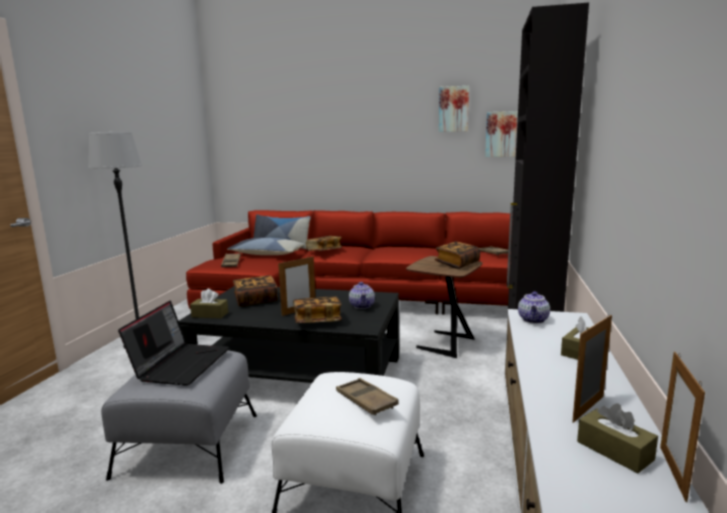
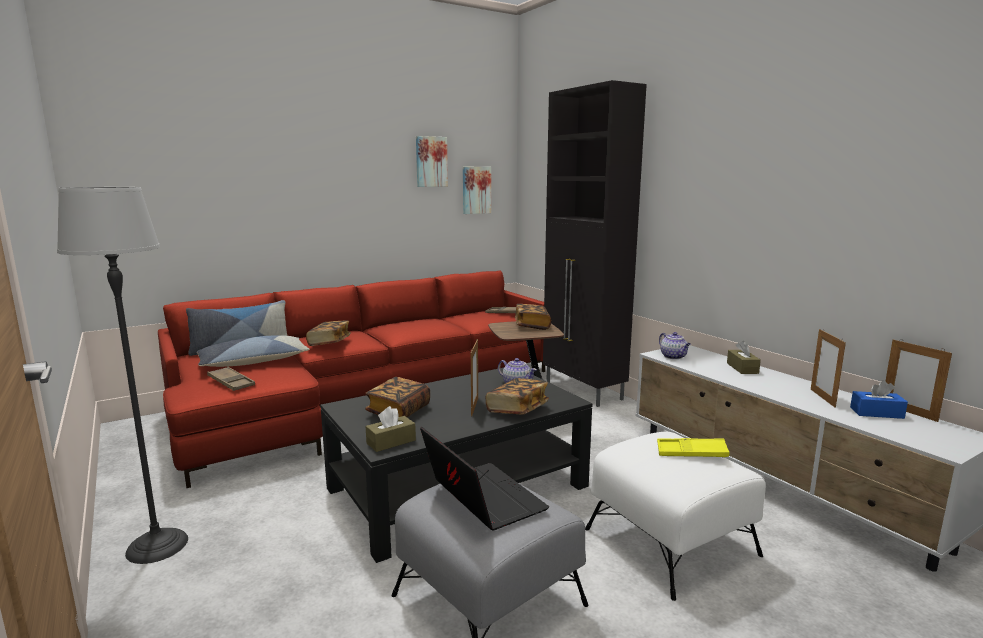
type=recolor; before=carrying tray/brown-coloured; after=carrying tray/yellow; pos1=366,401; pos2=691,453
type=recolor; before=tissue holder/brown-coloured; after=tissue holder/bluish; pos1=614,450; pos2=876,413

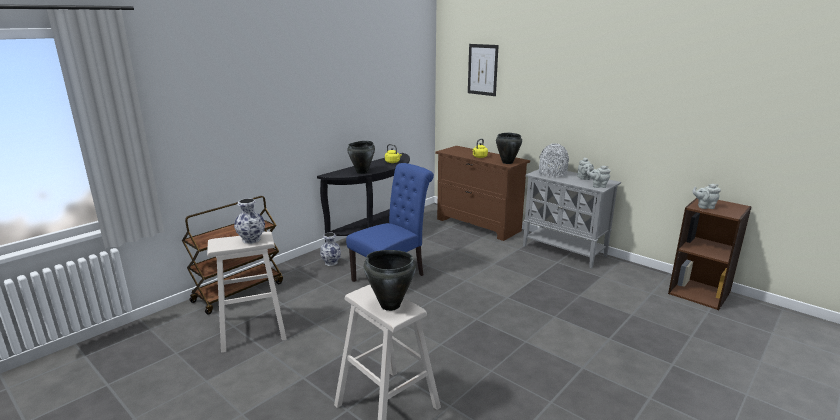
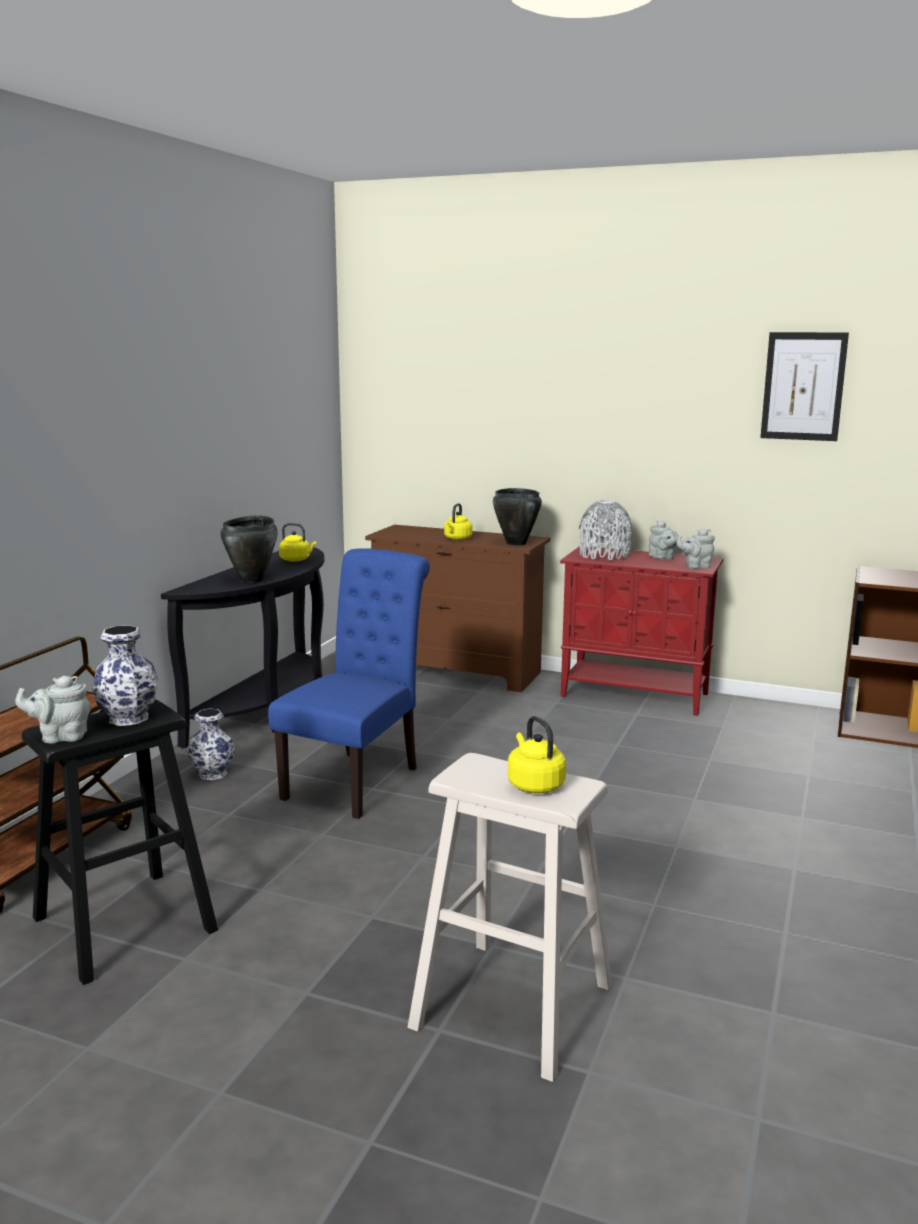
type=move; before=teapot/grey; pos1=704,207; pos2=61,737
type=recolor; before=sitting stool/beige; after=sitting stool/black-coloured; pos1=253,328; pos2=125,924
type=replace; before=cooking pot/black-coloured; after=water kettle/yellow; pos1=390,305; pos2=534,784
type=recolor; before=storage cabinet/grey; after=storage cabinet/red; pos1=564,251; pos2=636,695
type=move; before=wall art; pos1=482,69; pos2=803,386

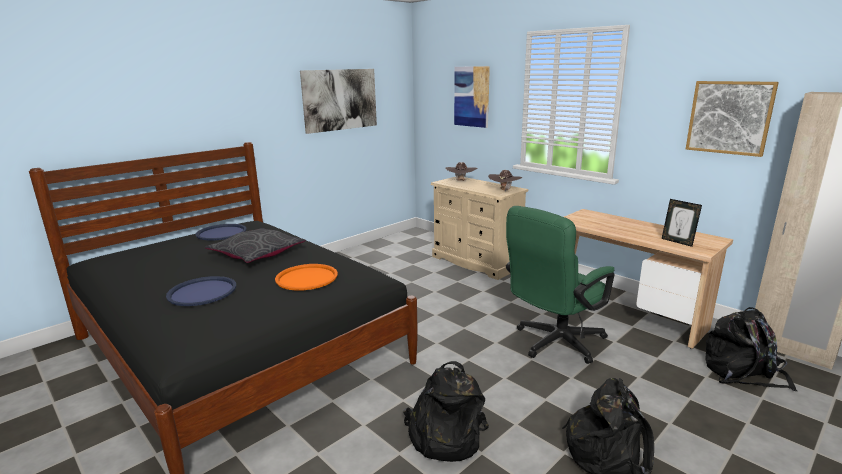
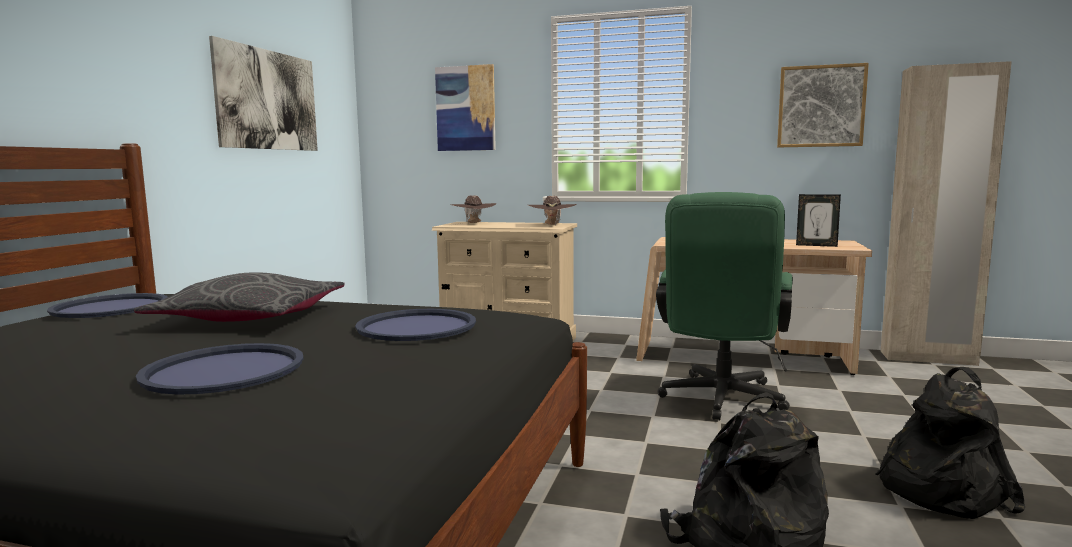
type=recolor; before=carrying tray/orange; after=carrying tray/bluish; pos1=306,278; pos2=416,327
type=delete; before=rucksack/black-coloured; pos1=743,372

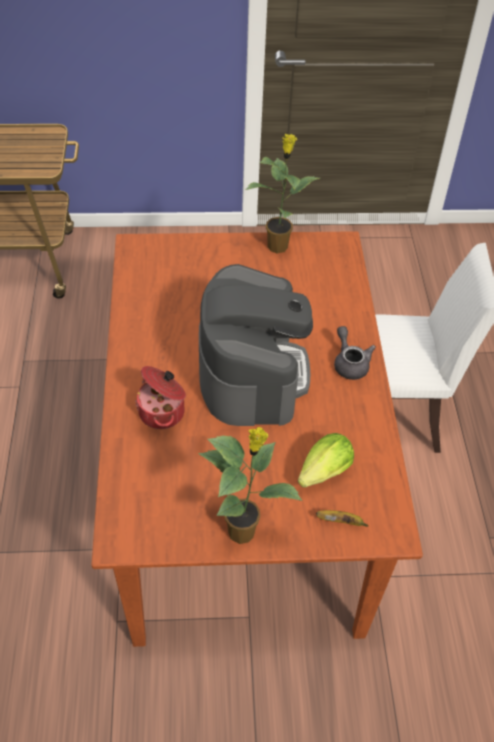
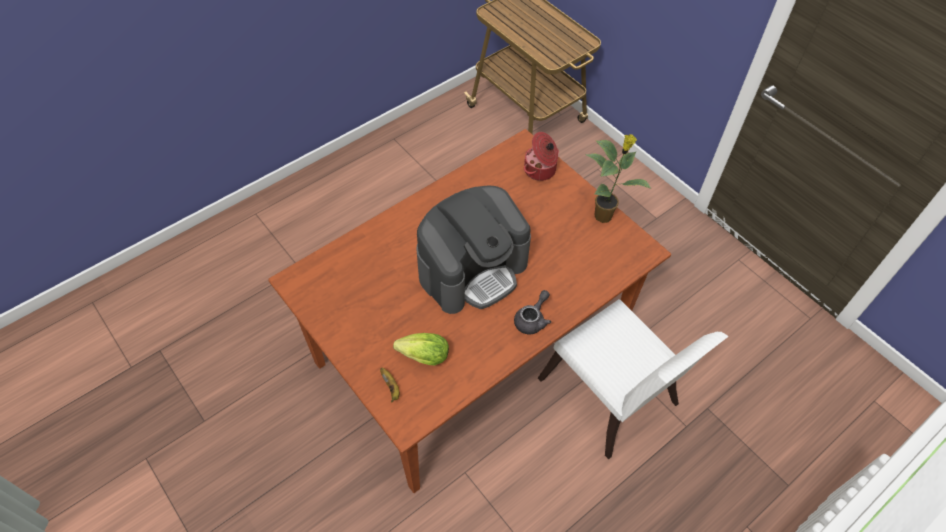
type=move; before=cooking pot; pos1=163,412; pos2=540,170
type=delete; before=potted plant; pos1=243,531

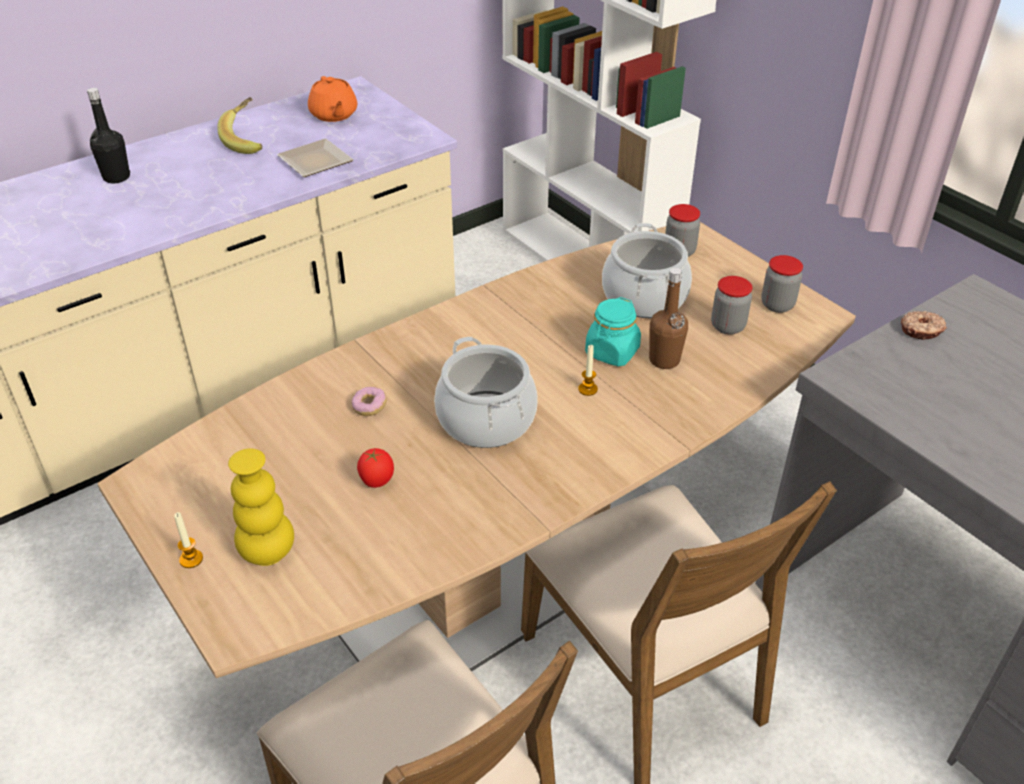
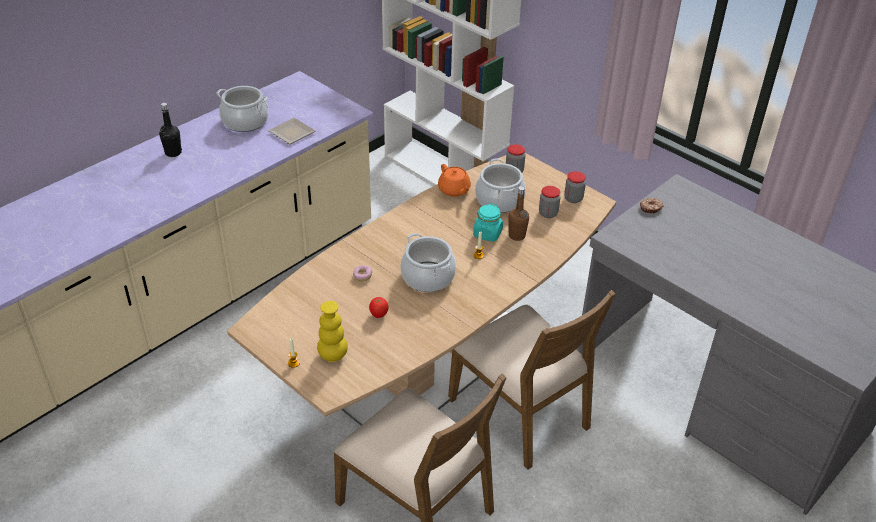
type=replace; before=whole banana; after=cooking pot; pos1=248,140; pos2=245,121
type=move; before=teapot/orange; pos1=333,115; pos2=454,190

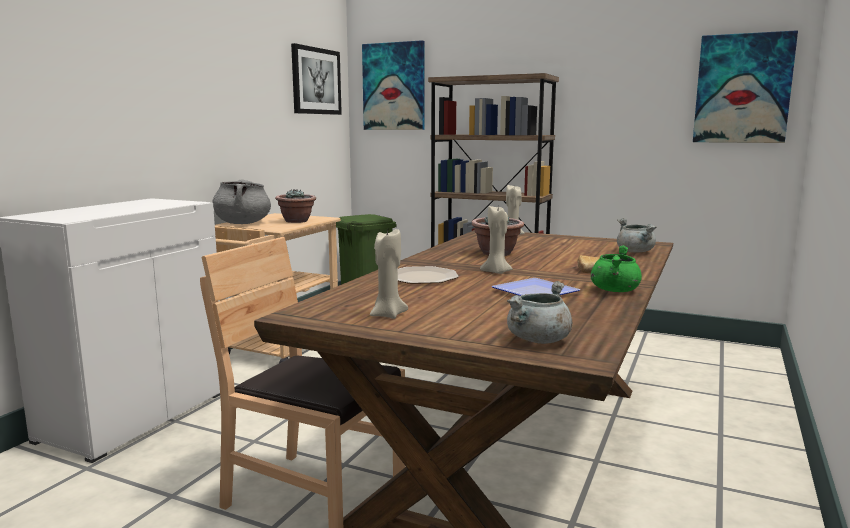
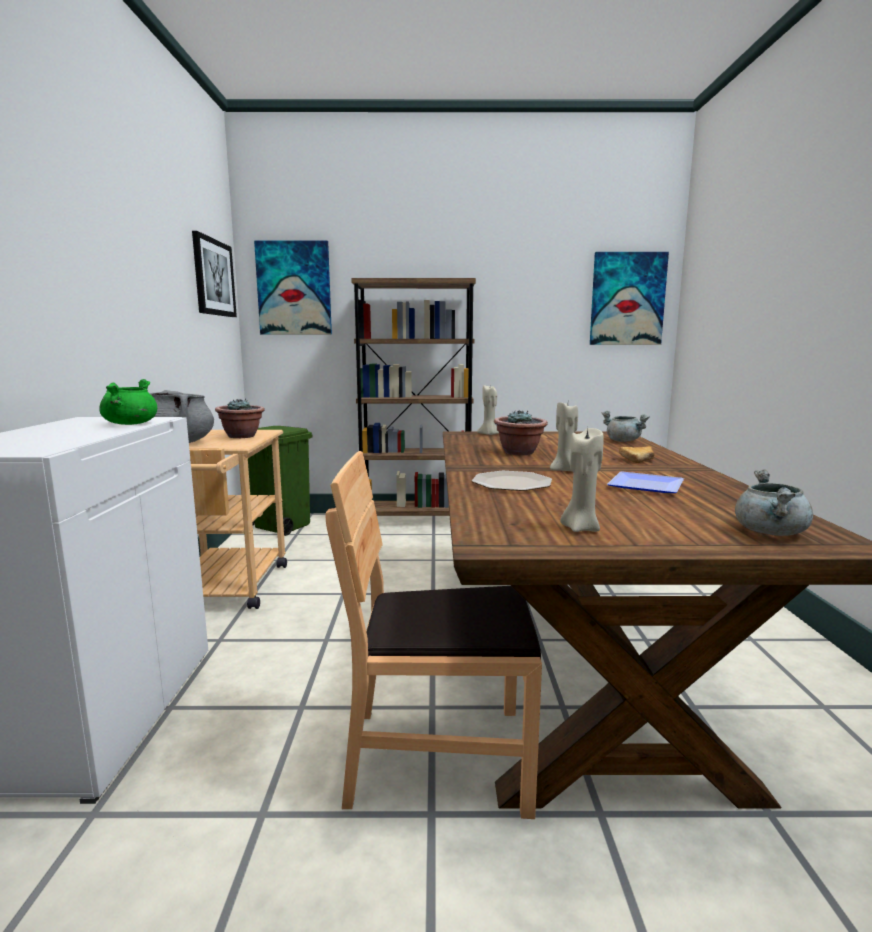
type=move; before=cooking pot/greenish; pos1=614,290; pos2=130,423

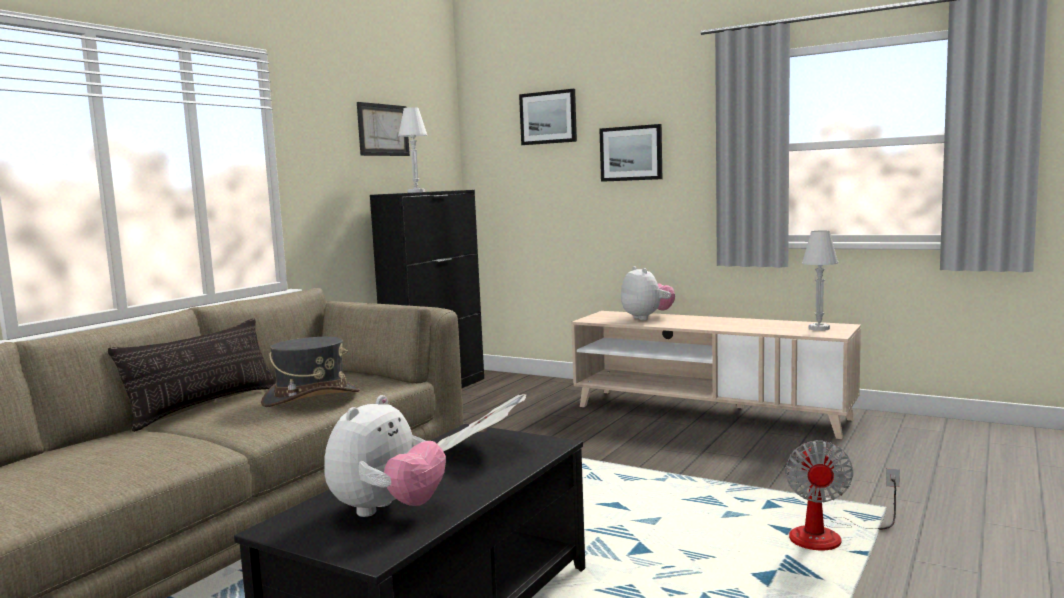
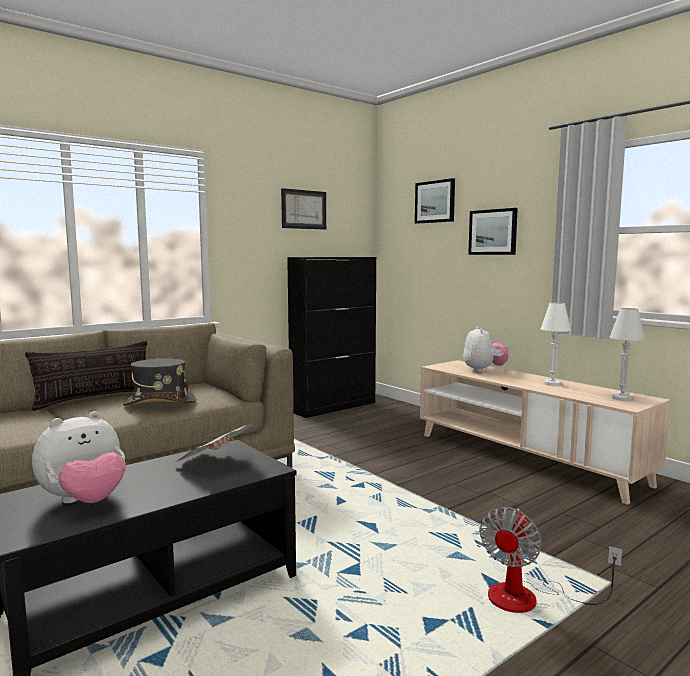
type=move; before=tabletop lamp/white-coloured; pos1=416,192; pos2=552,384

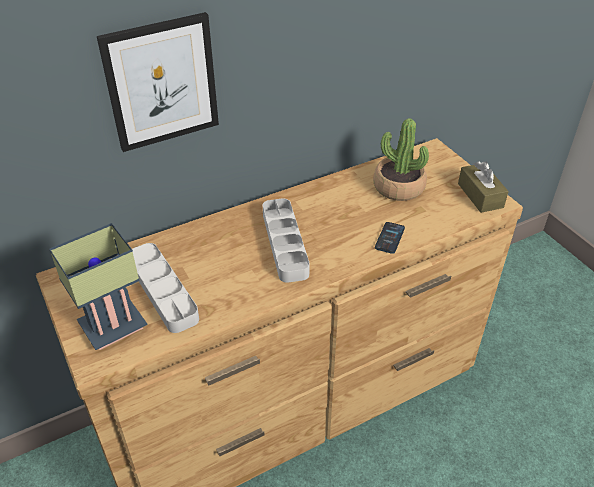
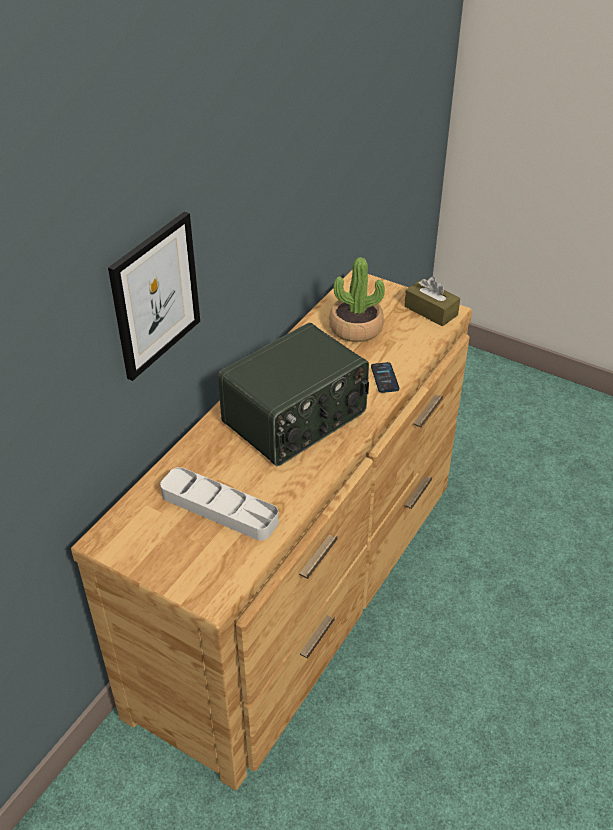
type=replace; before=carrying tray/grey; after=radio receiver; pos1=285,243; pos2=296,419
type=delete; before=tabletop lamp; pos1=114,323

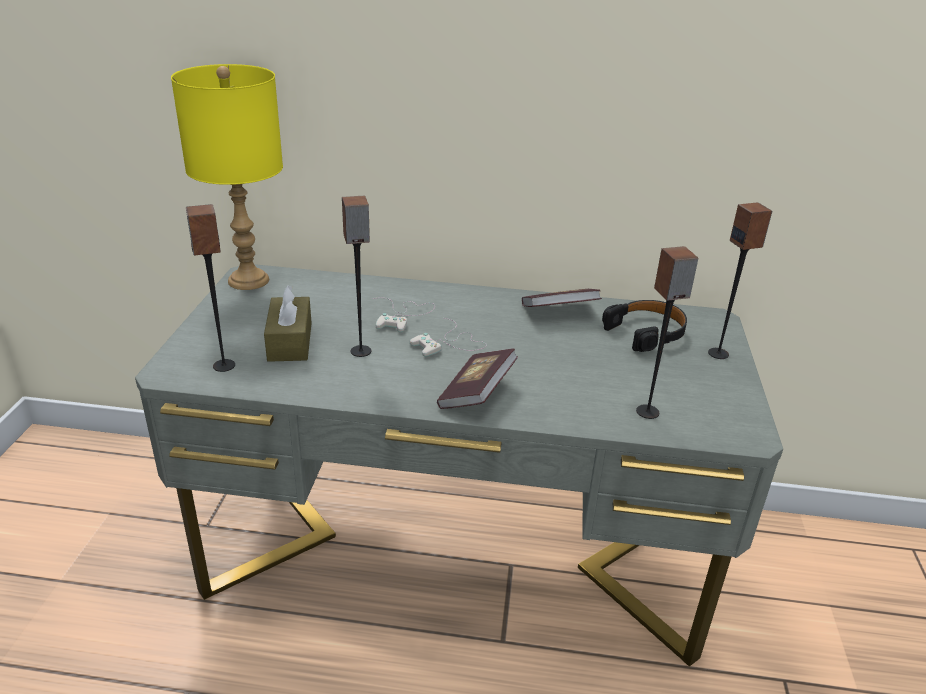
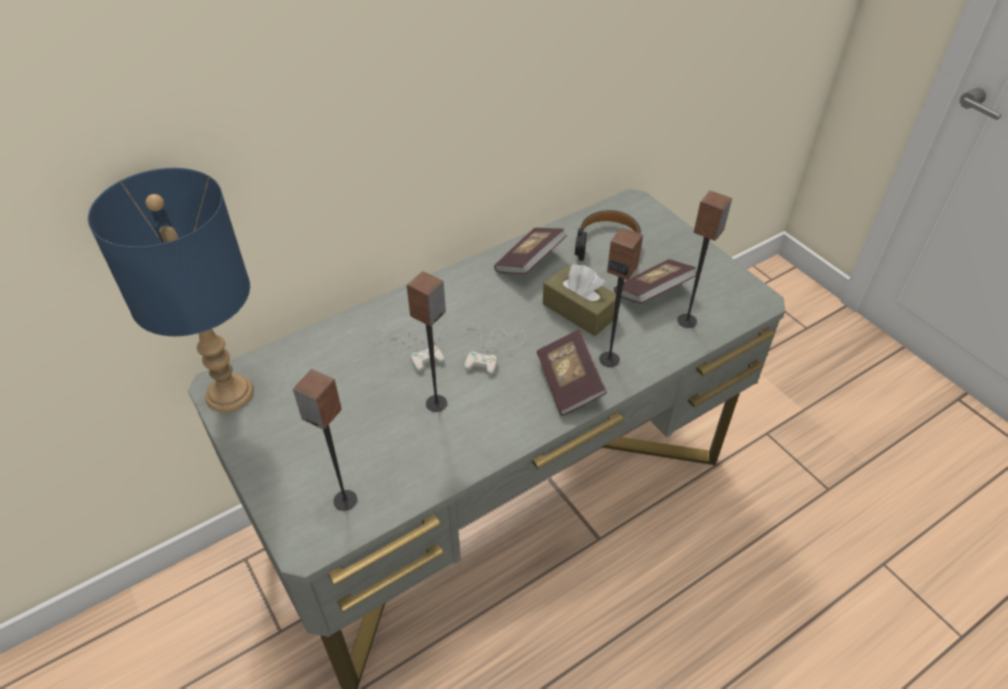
type=recolor; before=tabletop lamp/yellow; after=tabletop lamp/bluish; pos1=248,280; pos2=228,393
type=move; before=tissue holder/brown-coloured; pos1=290,341; pos2=579,310
type=move; before=audio speaker; pos1=718,353; pos2=609,359
type=insert; after=volume; pos2=652,292

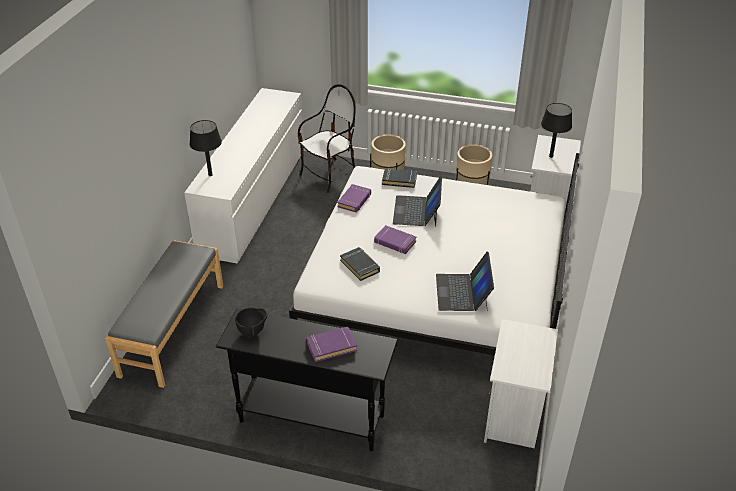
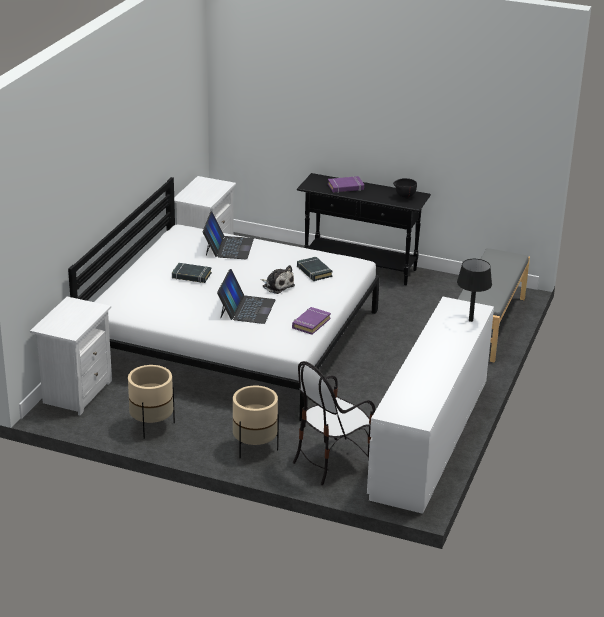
type=move; before=volume/black-coloured; pos1=399,180; pos2=191,276
type=replace; before=volume/purple-coloured; after=plush toy; pos1=395,242; pos2=277,286
type=delete; before=tabletop lamp/black-coloured; pos1=551,156

